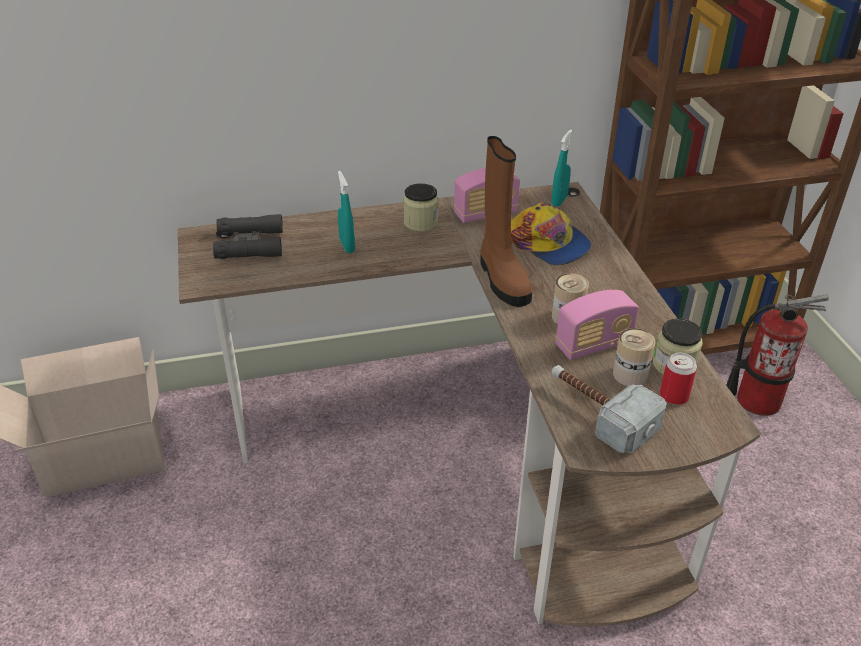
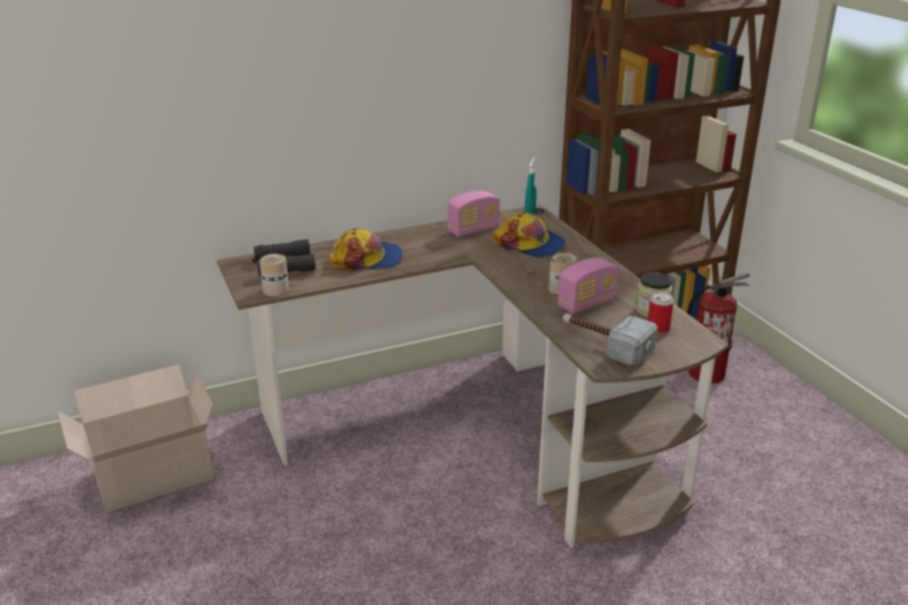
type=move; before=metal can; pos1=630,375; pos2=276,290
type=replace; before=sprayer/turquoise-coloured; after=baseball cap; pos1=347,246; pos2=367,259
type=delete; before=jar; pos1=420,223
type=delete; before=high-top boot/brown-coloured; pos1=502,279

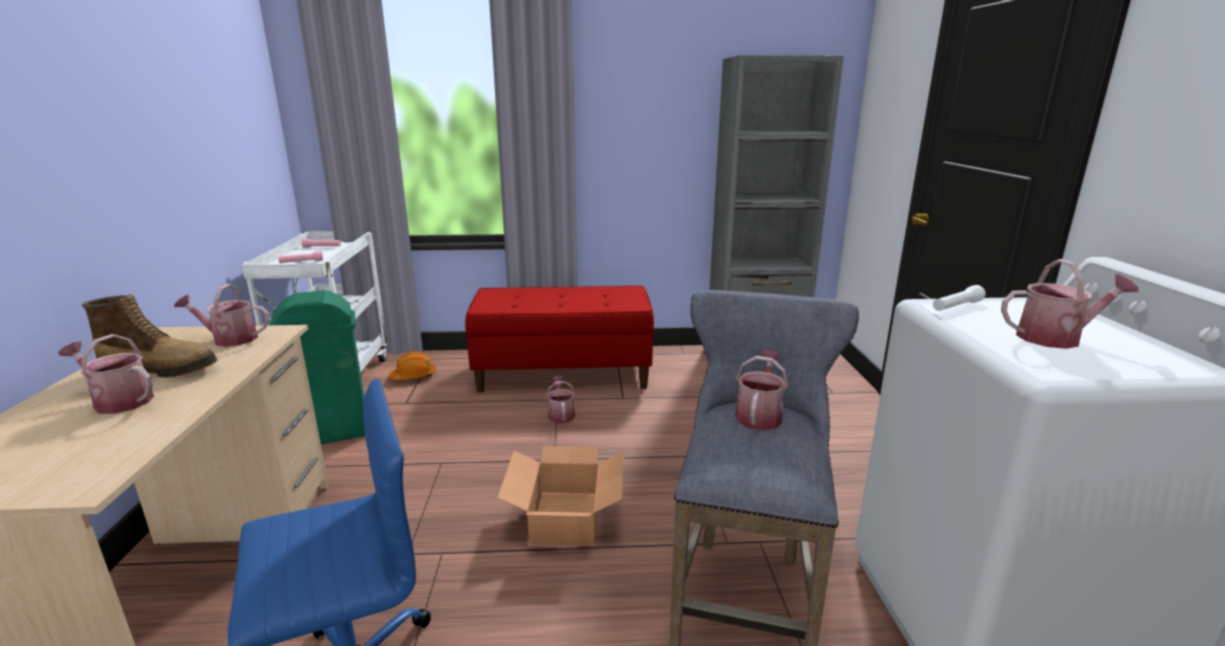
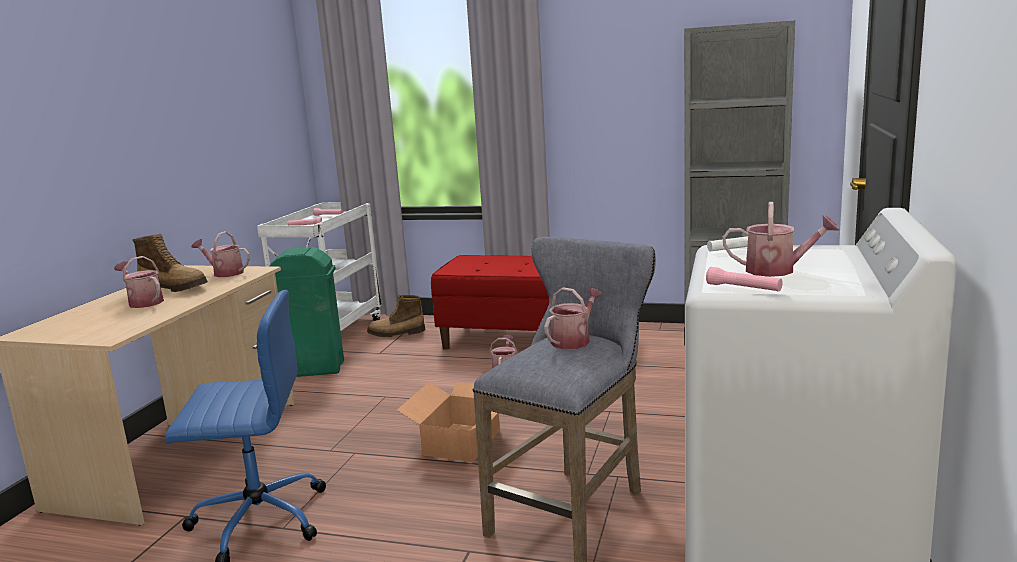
type=replace; before=work helmet/orange; after=high-top boot; pos1=414,376; pos2=396,334
type=insert; after=torch/pink; pos2=743,288

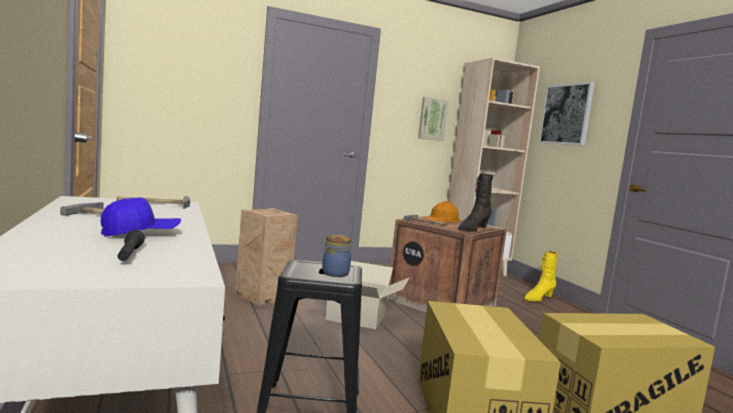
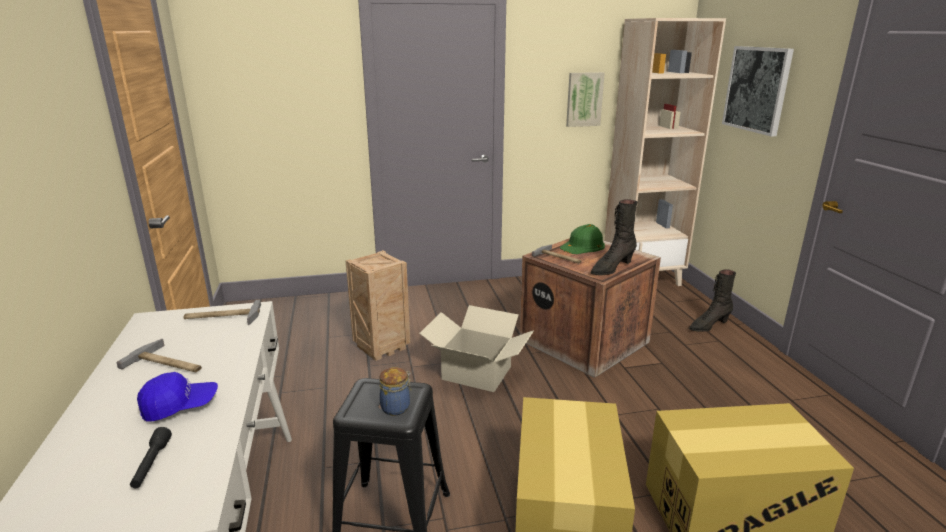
type=recolor; before=work helmet/orange; after=work helmet/greenish; pos1=442,219; pos2=583,246
type=recolor; before=high-top boot/yellow; after=high-top boot/black-coloured; pos1=538,299; pos2=708,326

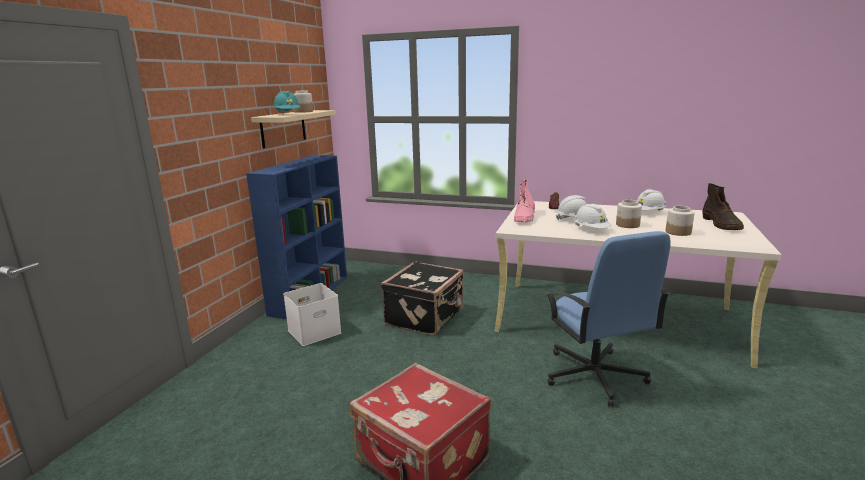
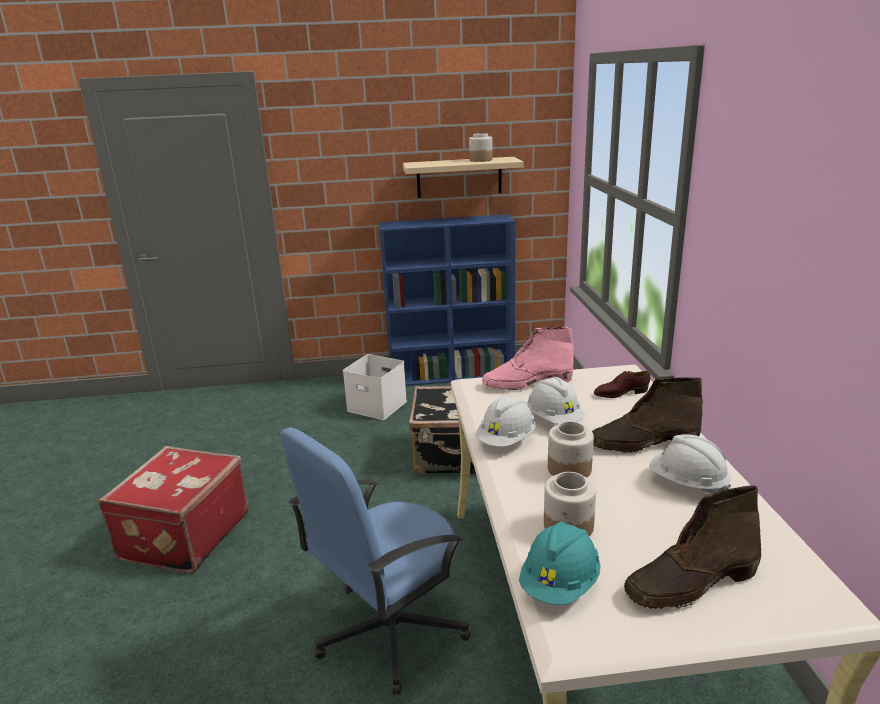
type=move; before=work helmet/turquoise-coloured; pos1=287,114; pos2=560,585
type=insert; after=high-top boot/brown-coloured; pos2=642,443

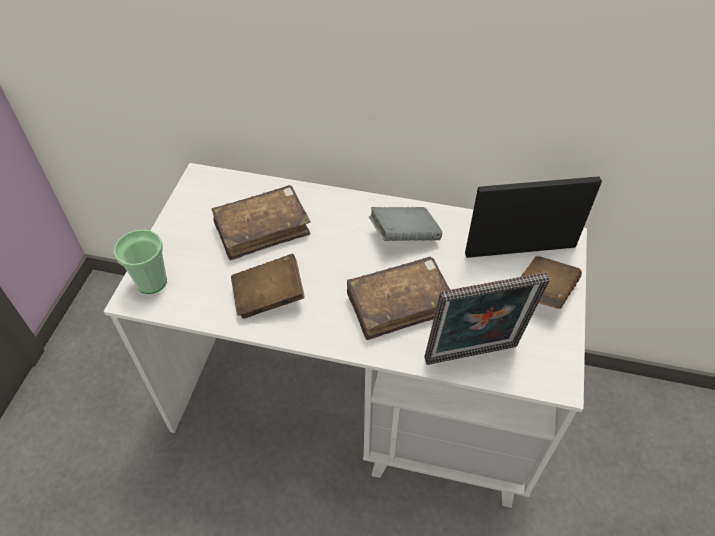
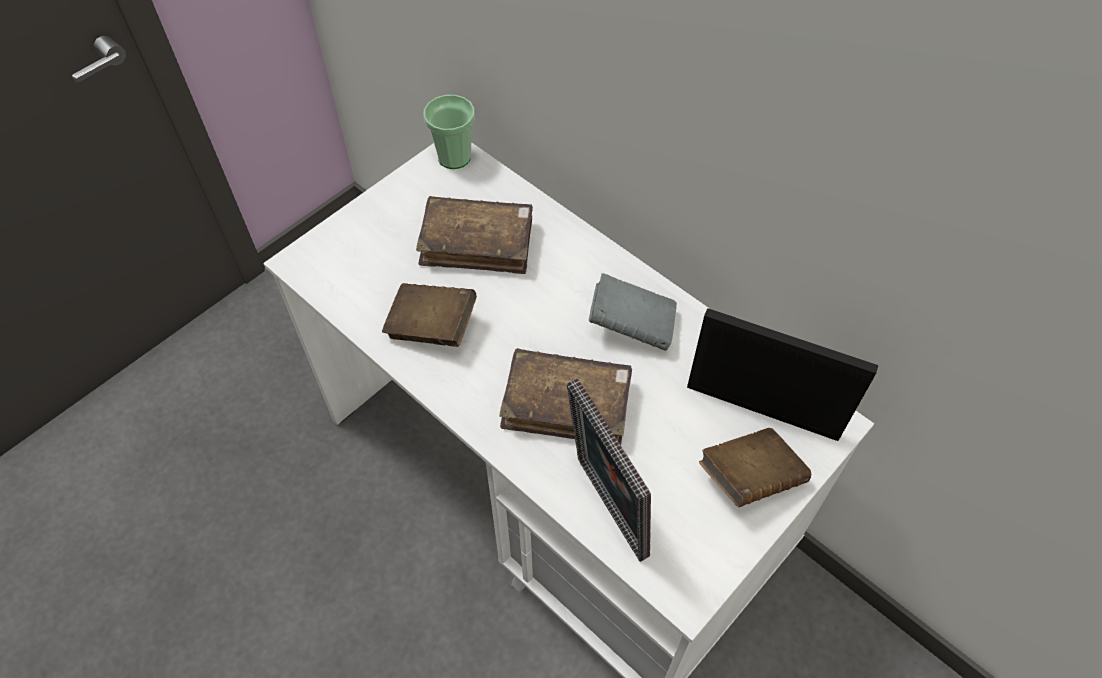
type=move; before=cup; pos1=151,282; pos2=454,157
type=rotate; before=picture frame; pos1=472,357; pos2=605,510; turn=45

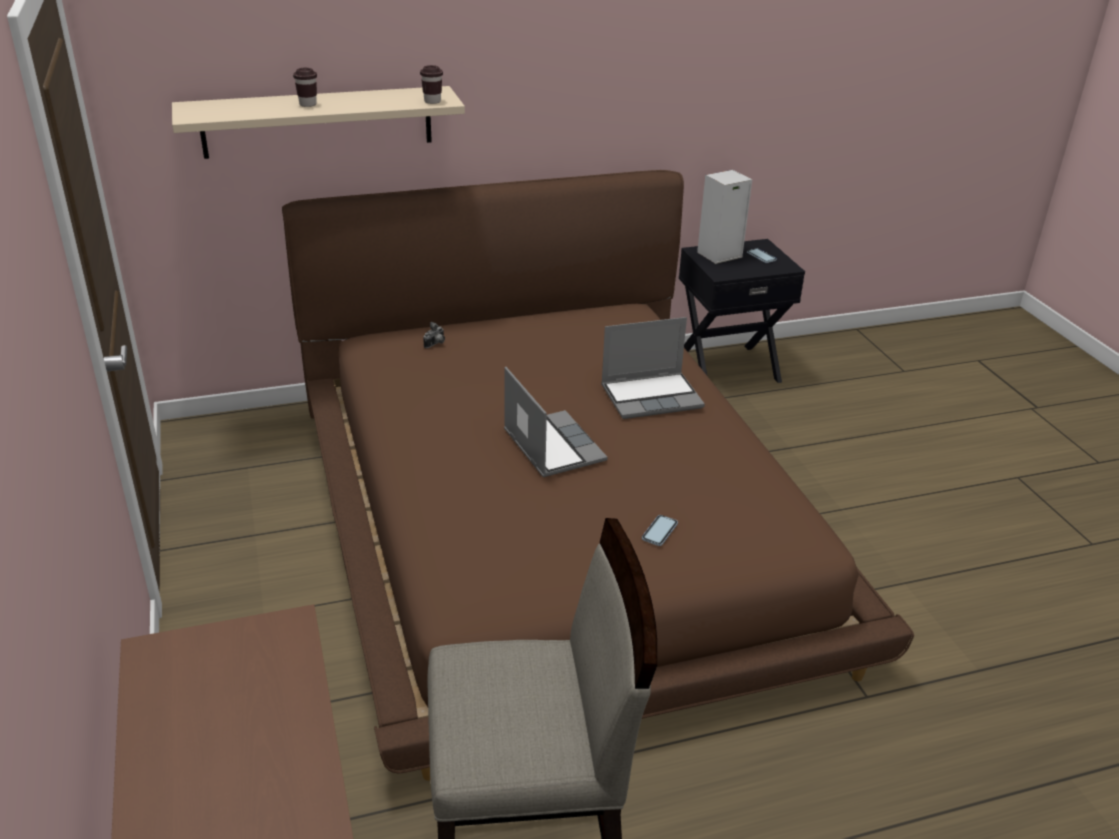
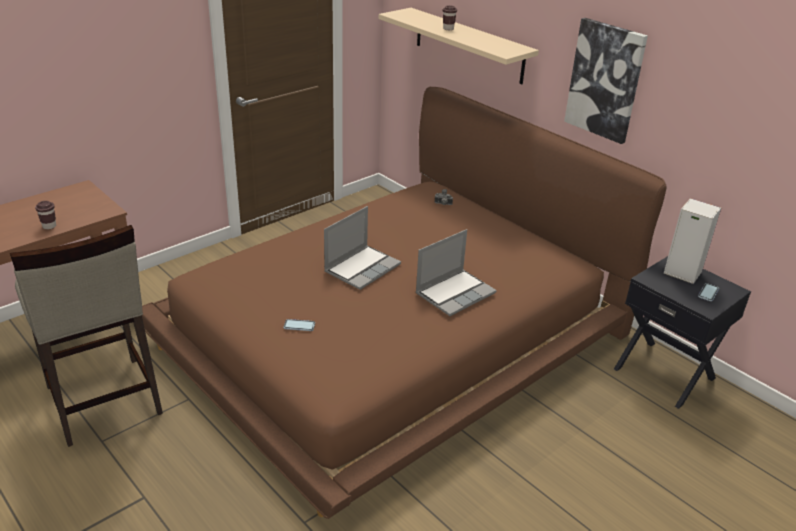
type=move; before=cup/brown-coloured; pos1=432,101; pos2=49,226
type=rotate; before=notebook computer; pos1=652,396; pos2=455,293; turn=-90
type=insert; after=wall art; pos2=605,80

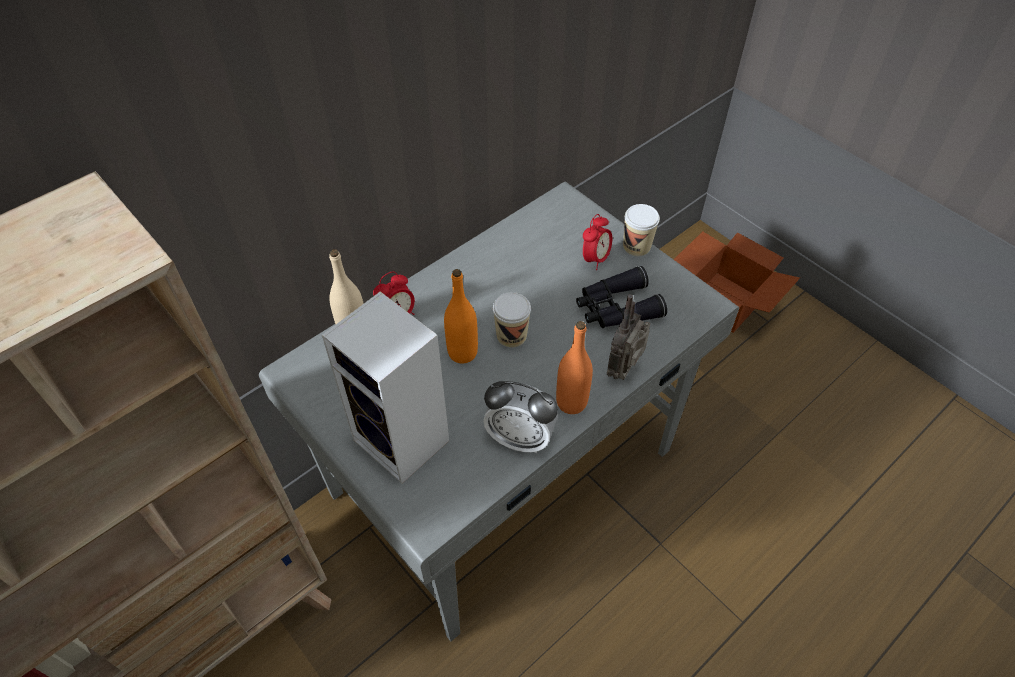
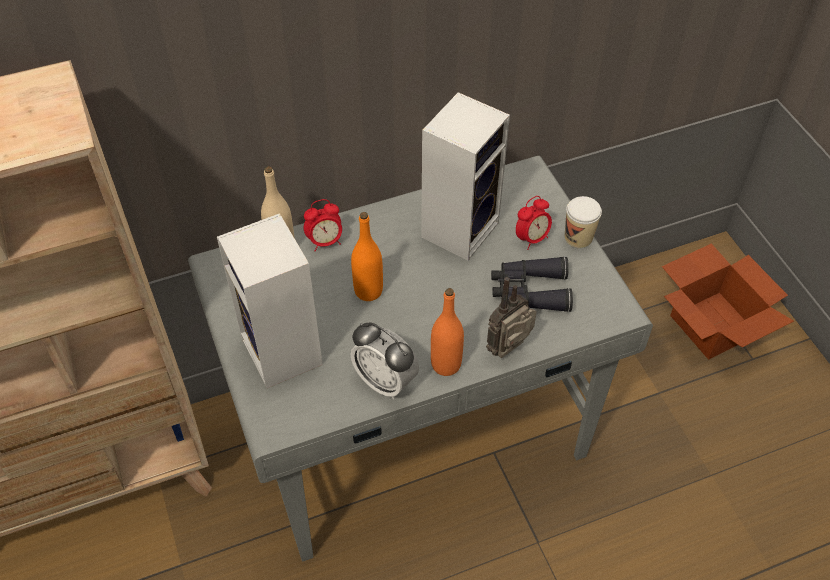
type=insert; after=audio speaker; pos2=460,227
type=delete; before=cup; pos1=511,335

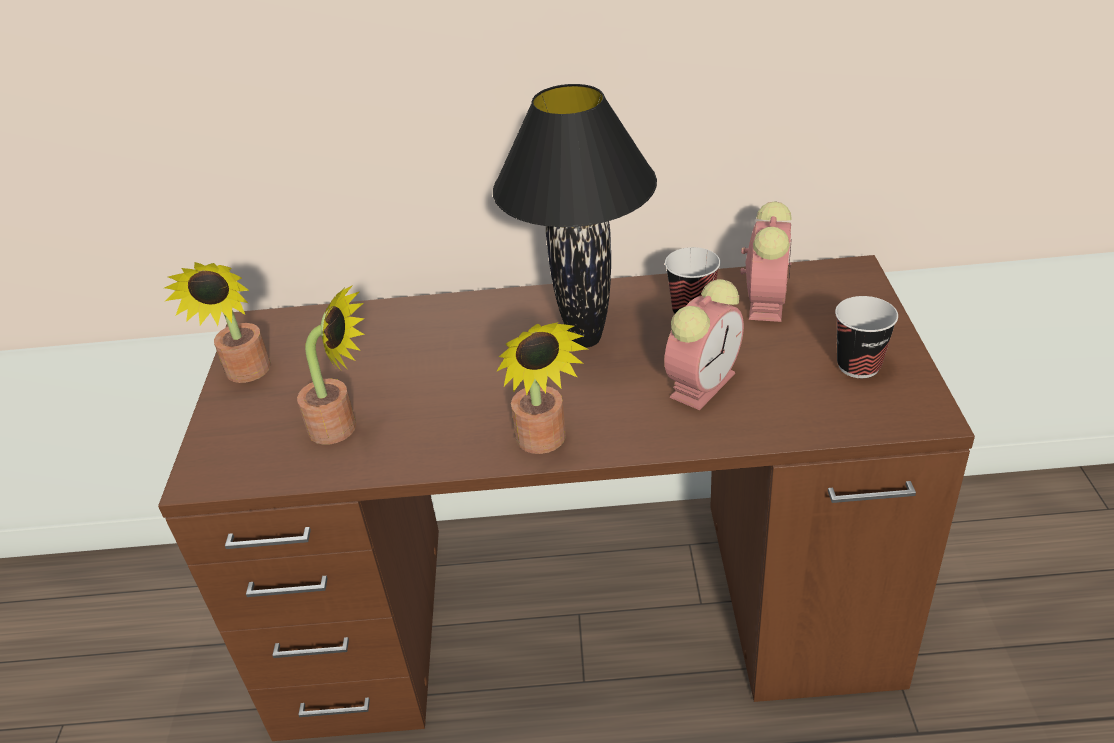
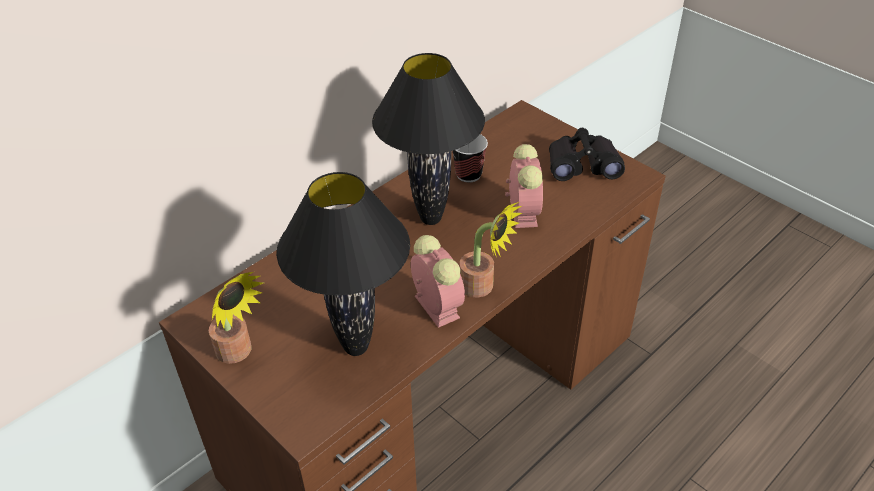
type=replace; before=potted plant; after=tabletop lamp/black-coloured; pos1=342,428; pos2=355,347
type=move; before=bedside clock; pos1=765,301; pos2=435,305
type=replace; before=cup; after=pair of binoculars/black-coloured; pos1=858,365; pos2=582,165

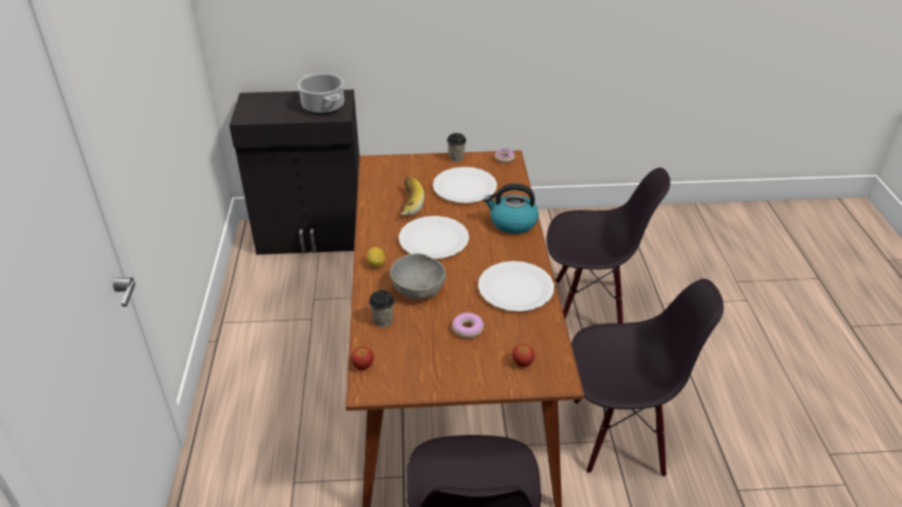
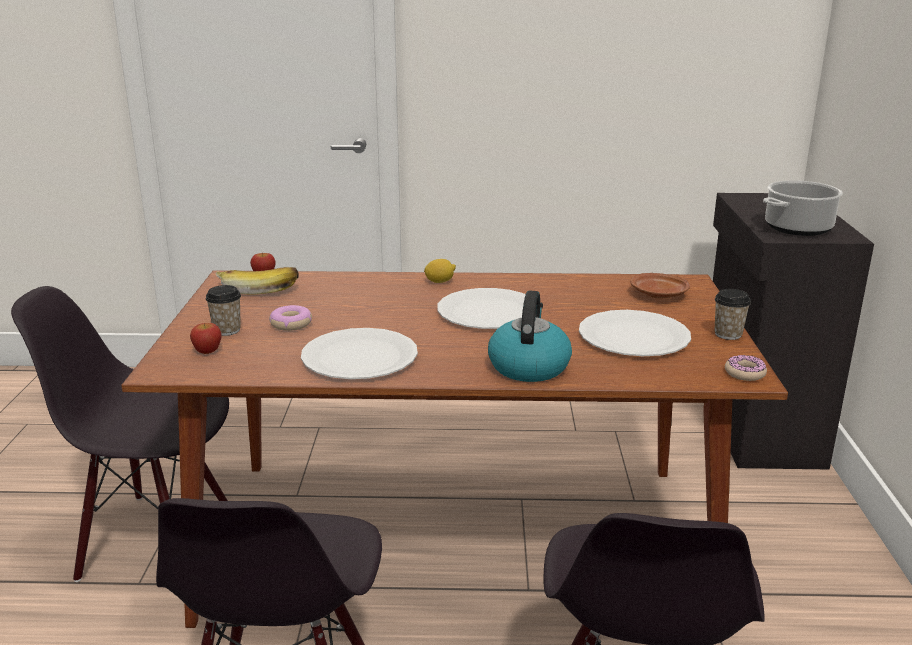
type=move; before=cup; pos1=383,320; pos2=227,330
type=move; before=whole banana; pos1=407,204; pos2=259,288
type=insert; after=flat dish/brown-coloured; pos2=659,295
type=delete; before=bowl/grey; pos1=419,289

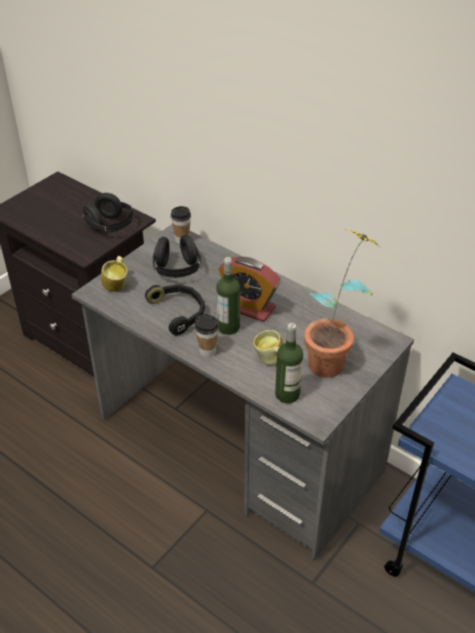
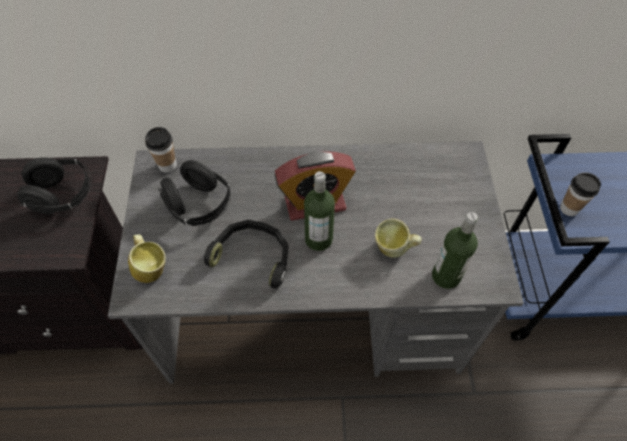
type=move; before=cup; pos1=207,351; pos2=569,208
type=delete; before=potted plant; pos1=333,359

